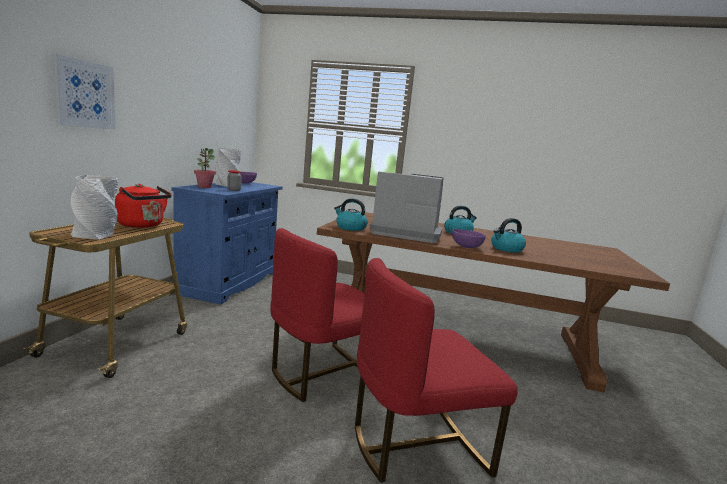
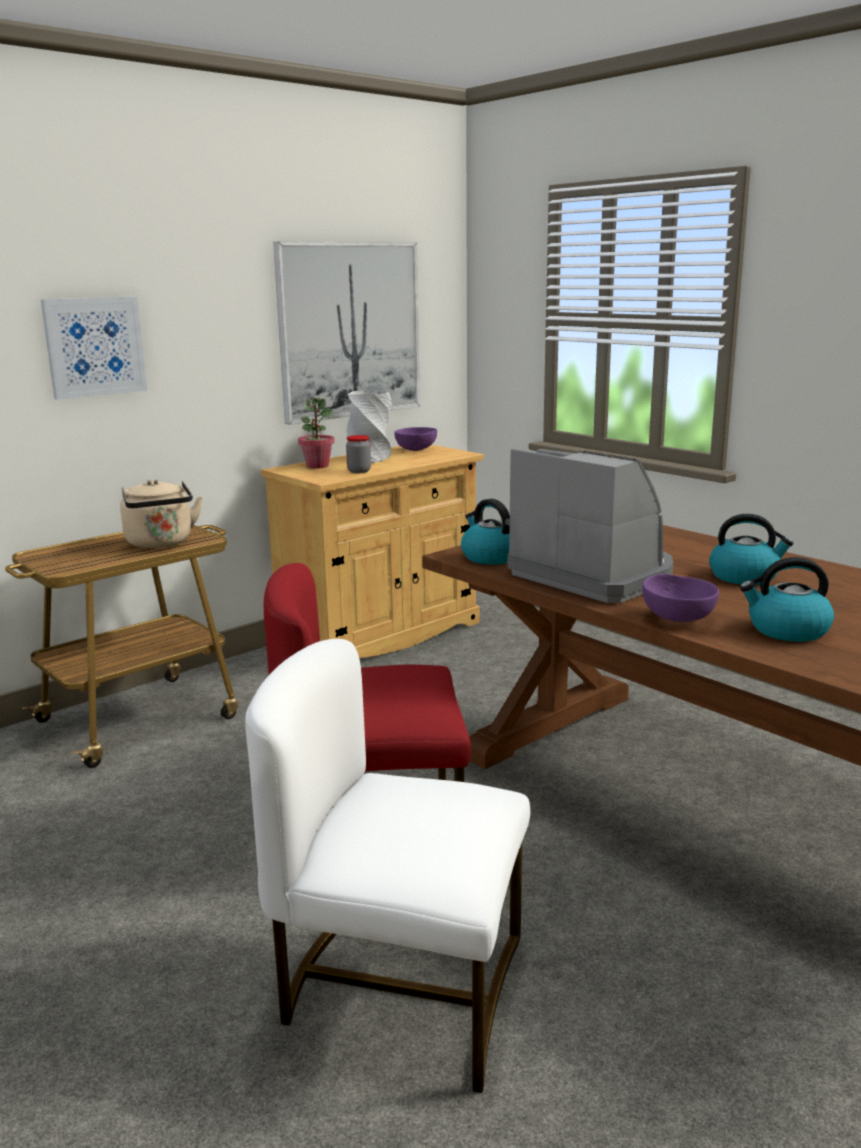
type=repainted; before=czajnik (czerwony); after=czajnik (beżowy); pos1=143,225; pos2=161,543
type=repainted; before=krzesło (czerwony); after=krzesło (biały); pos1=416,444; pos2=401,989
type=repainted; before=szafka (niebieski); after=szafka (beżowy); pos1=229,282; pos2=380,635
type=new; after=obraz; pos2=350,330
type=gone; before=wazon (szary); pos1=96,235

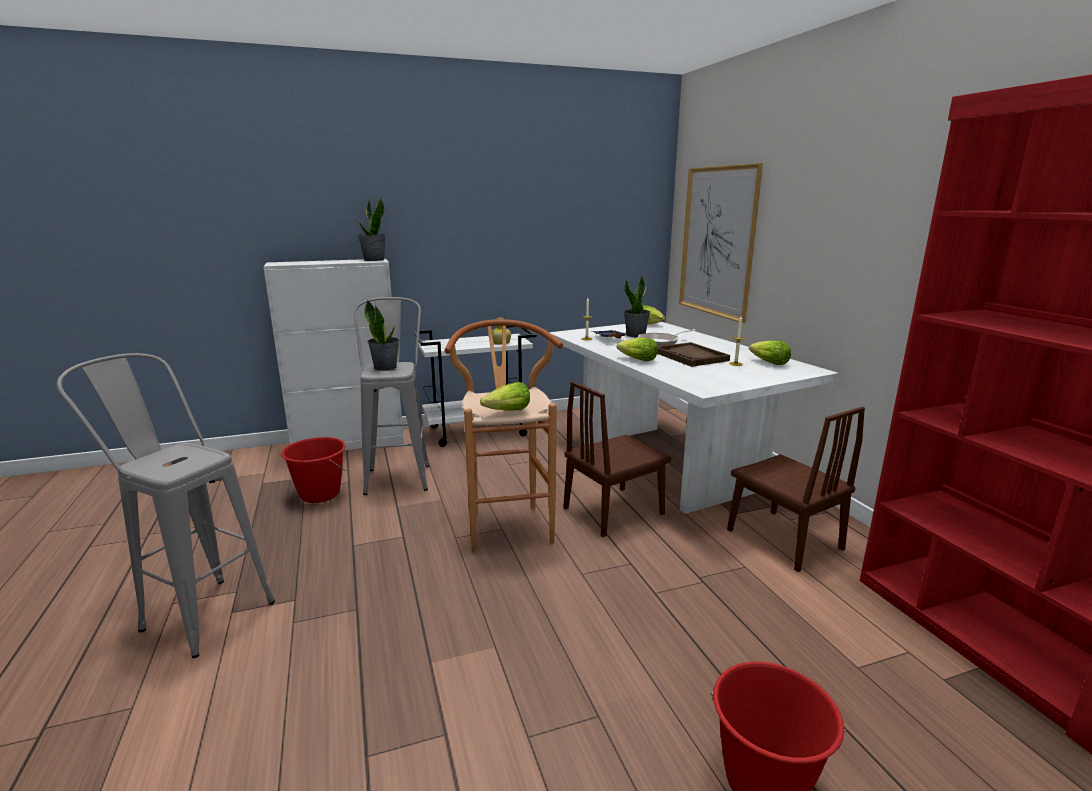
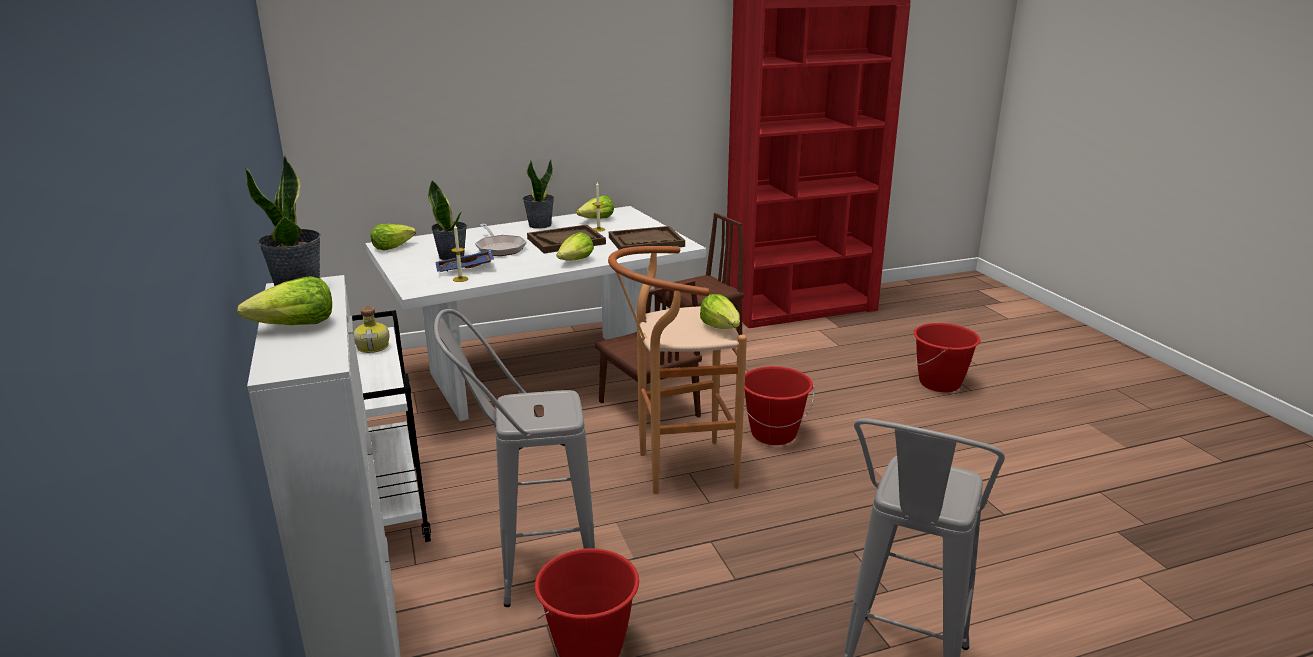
type=new; after=sałata; pos2=295,326
type=shifted; before=roślina doniczkowa; pos1=385,367; pos2=539,225
type=new; after=taca (brązowy); pos2=646,242
type=new; after=wiadro (czerwony); pos2=773,434
type=gone; before=obraz; pos1=717,242

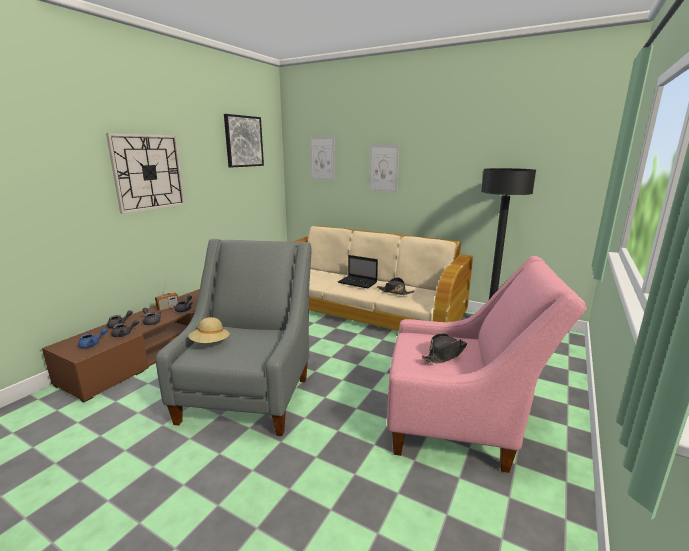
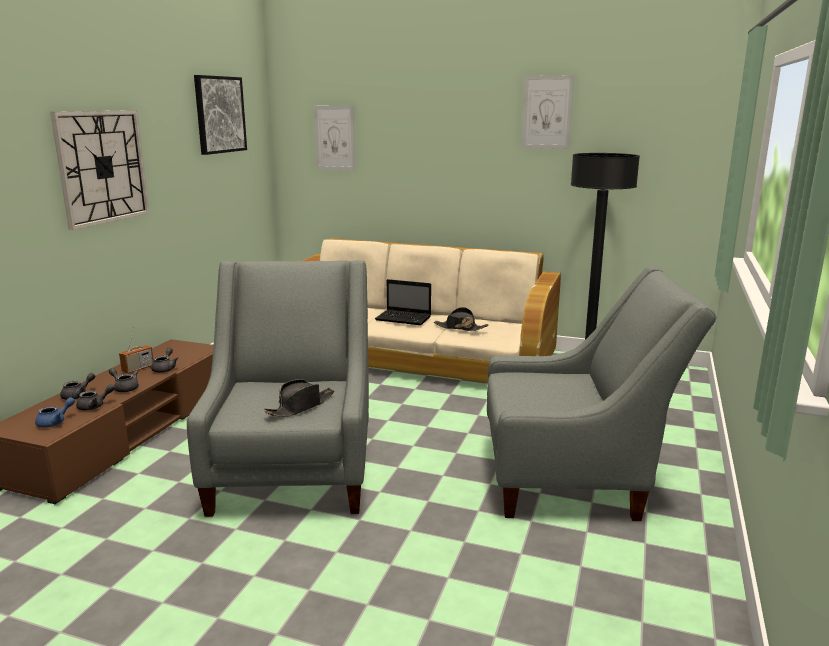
type=shifted; before=kapelusz (czarny); pos1=445,354; pos2=301,406
type=repainted; before=fotel (różowy); after=fotel (szary); pos1=460,423; pos2=575,479
type=shifted; before=obraz; pos1=383,168; pos2=547,112
type=gone; before=kapelusz (beżowy); pos1=210,343

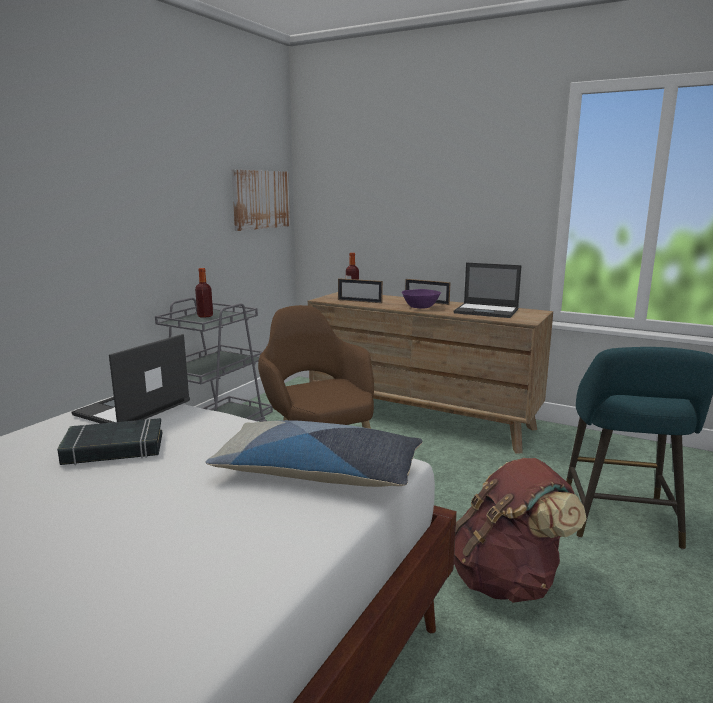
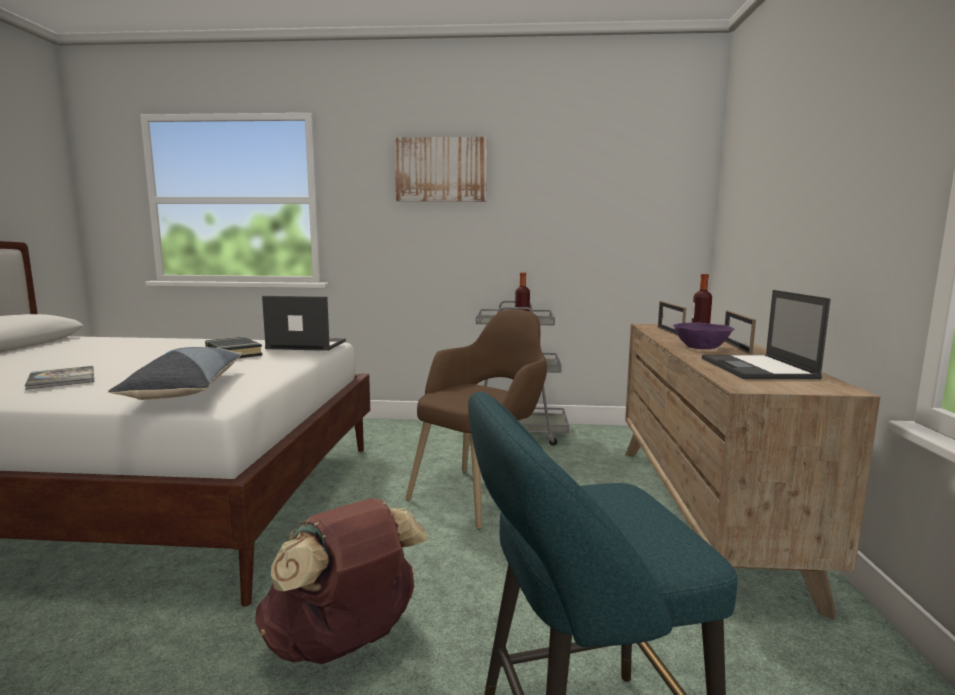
type=new; after=książka; pos2=62,379
type=shifted; before=obraz; pos1=260,199; pos2=441,170

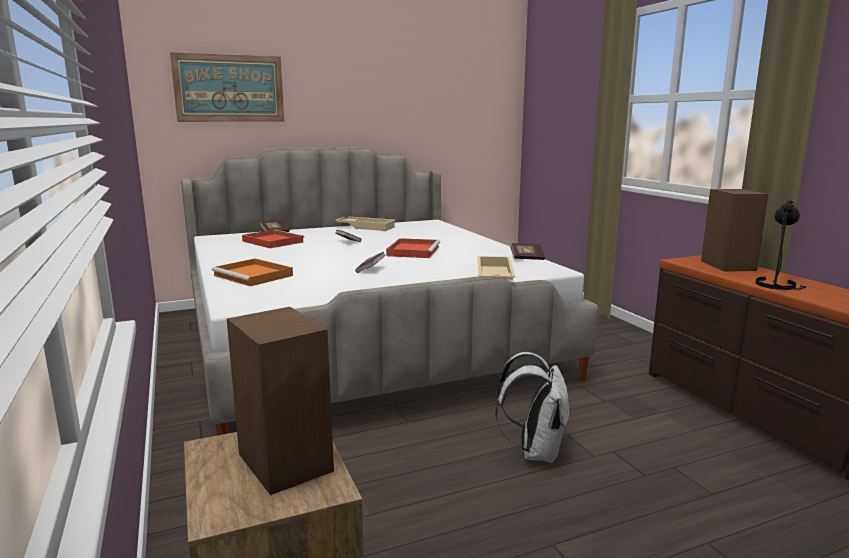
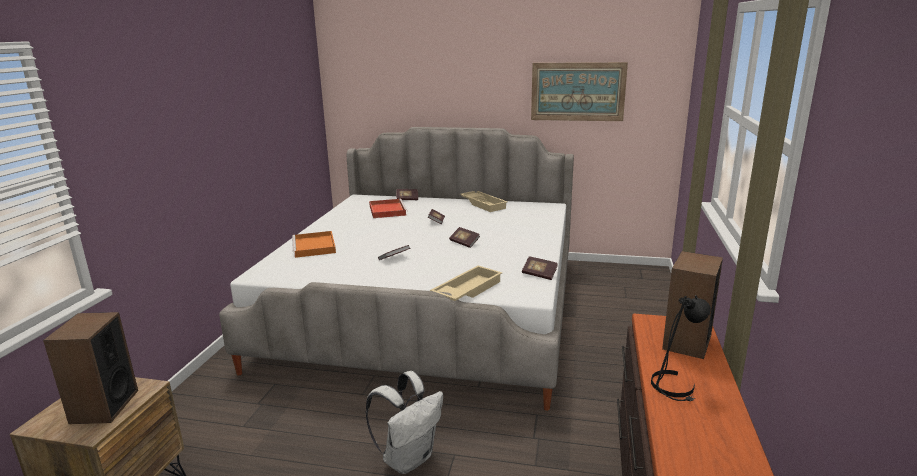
type=swapped; before=taca (czerwony); after=książka; pos1=413,251; pos2=464,243
type=shifted; before=obraz; pos1=229,88; pos2=577,91

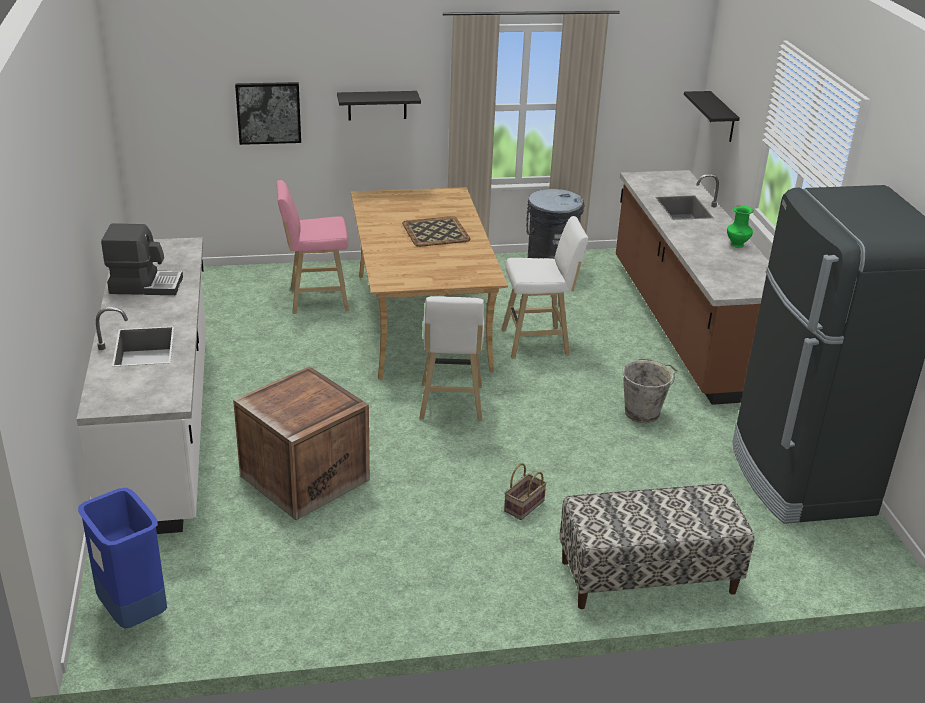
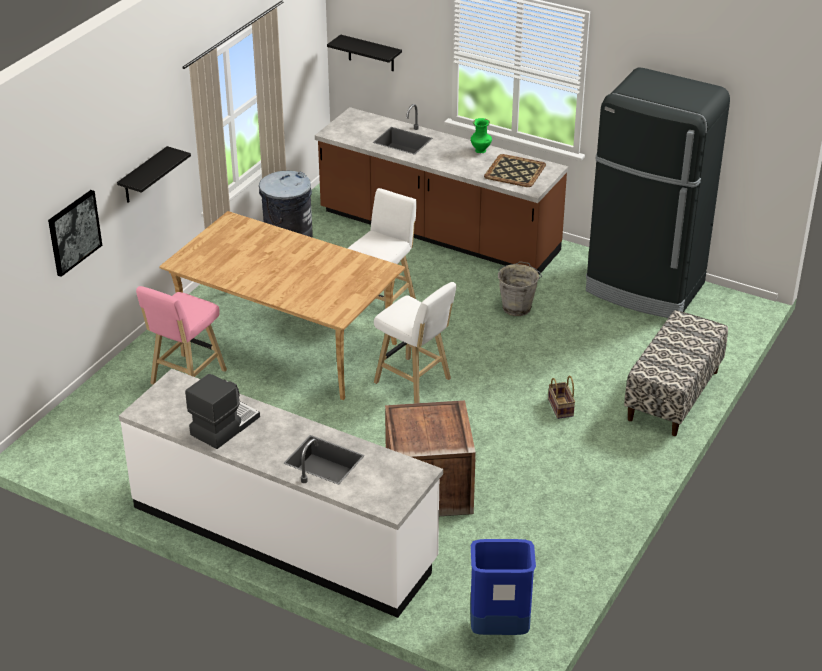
type=shifted; before=taca; pos1=435,232; pos2=515,171

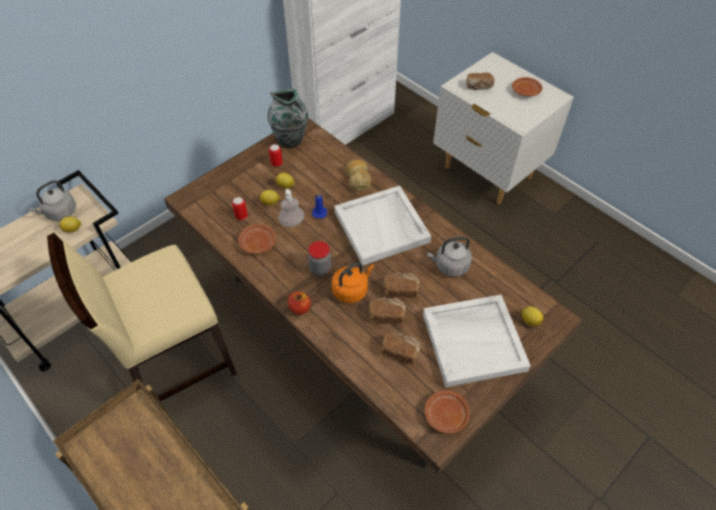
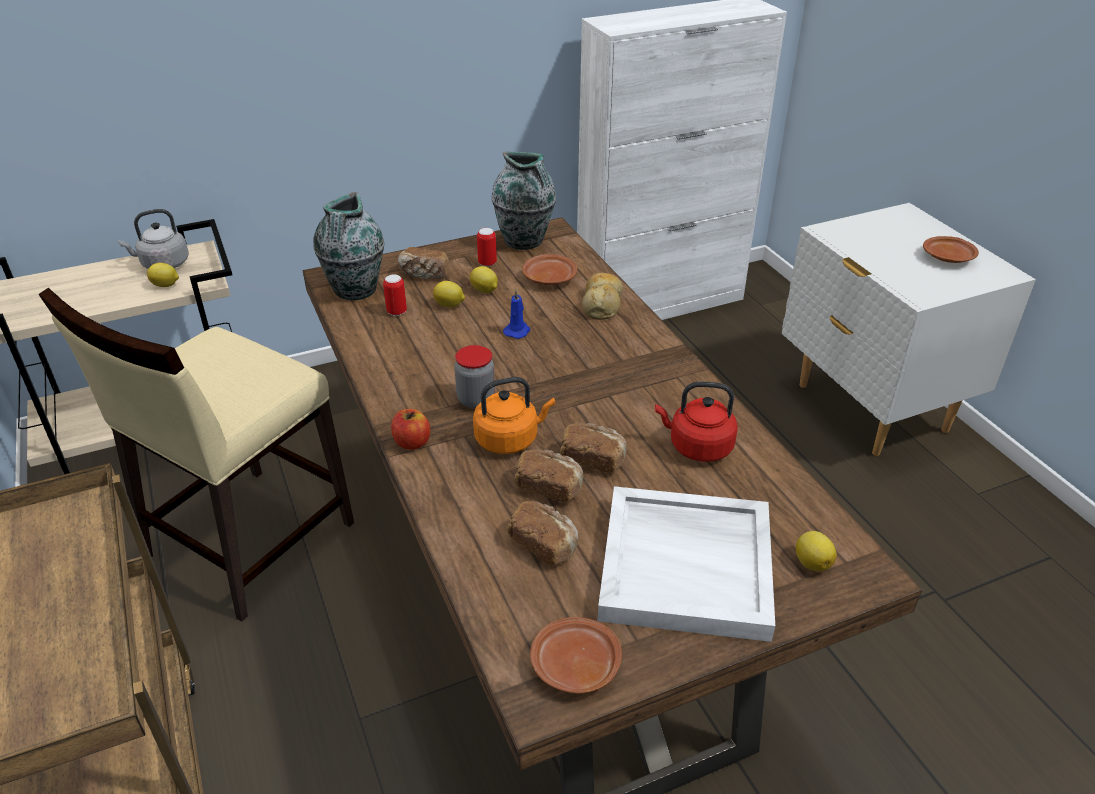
type=rotated; before=krzesło (beżowy); pos1=175,362; pos2=247,540; turn=-45
type=new; after=wazon; pos2=355,290
type=shifted; before=chleb; pos1=479,87; pos2=424,274
type=shifted; before=talerz (brązowy); pos1=257,243; pos2=549,278
type=repainted; before=czajnik (szary); after=czajnik (czerwony); pos1=450,266; pos2=697,447
type=gone; before=dozownik mydła; pos1=292,222
type=gone; before=taca (biały); pos1=382,227

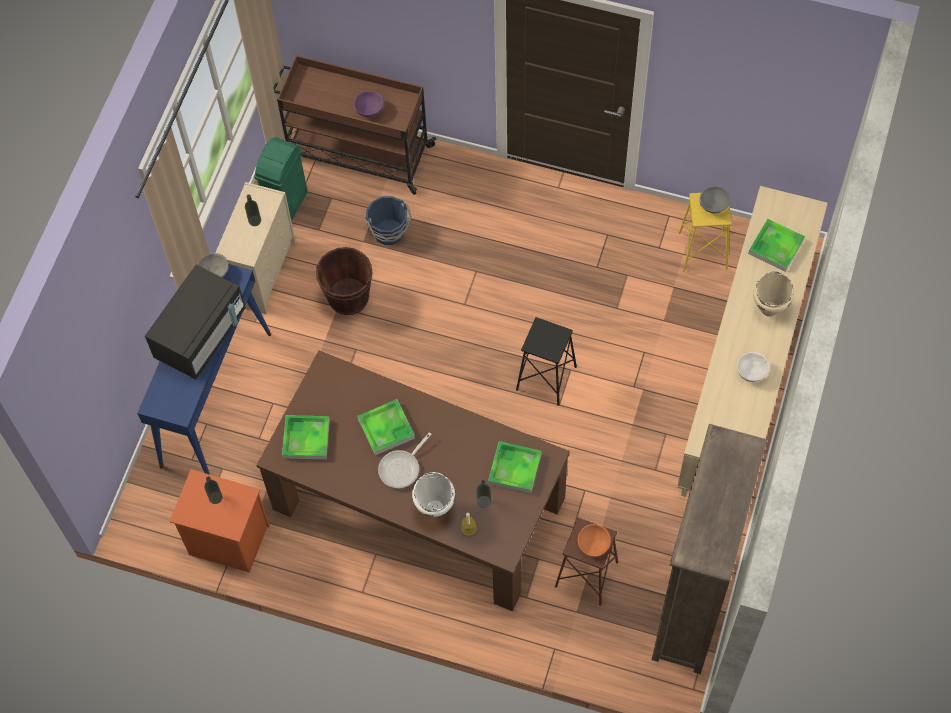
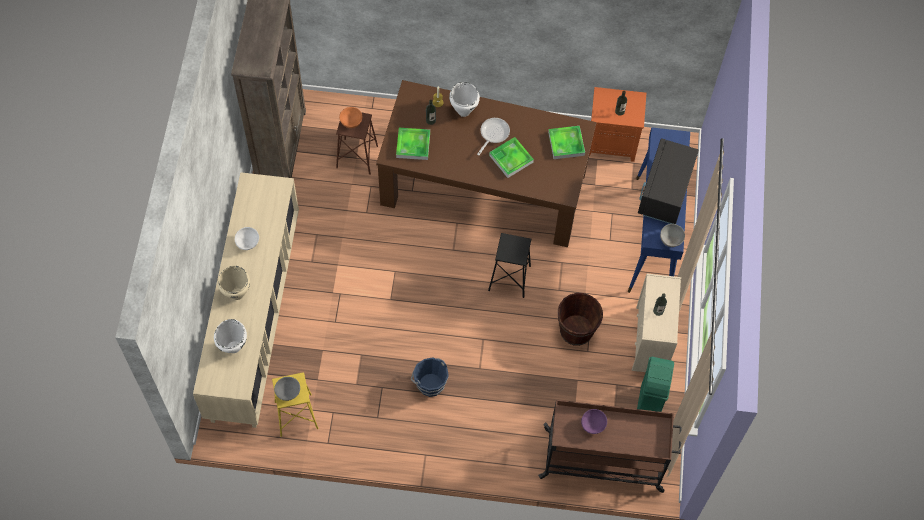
type=swapped; before=taca; after=garnek (biały); pos1=775,247; pos2=234,347
type=shifted; before=wiadro (niebieski); pos1=389,232; pos2=430,384
type=shifted; before=stołek (czarny); pos1=546,378; pos2=509,278

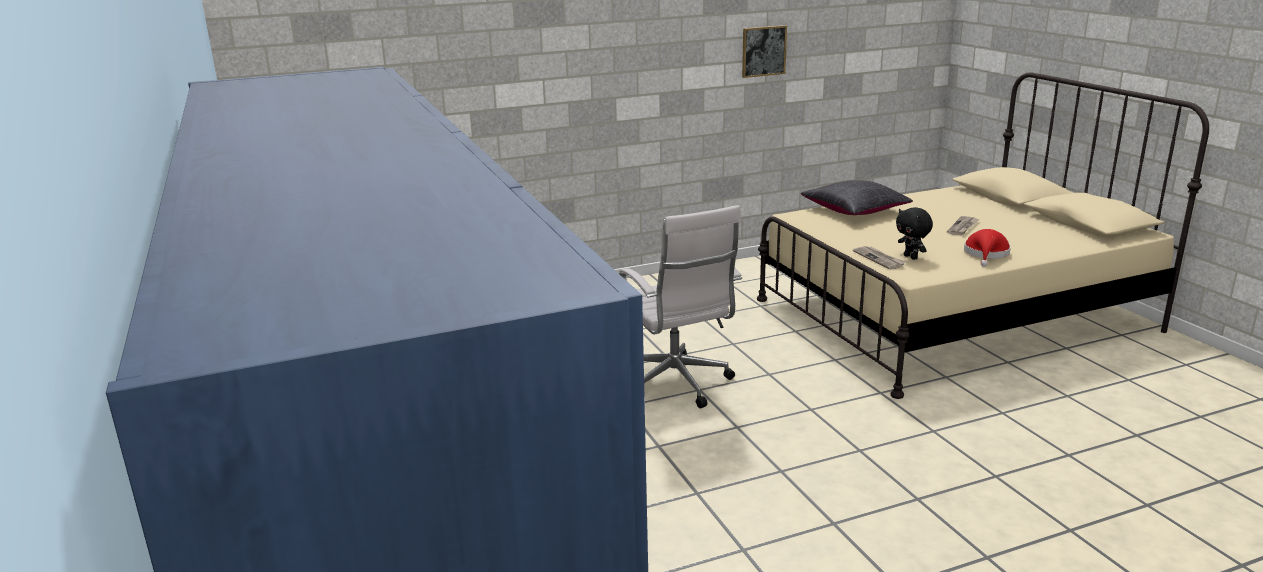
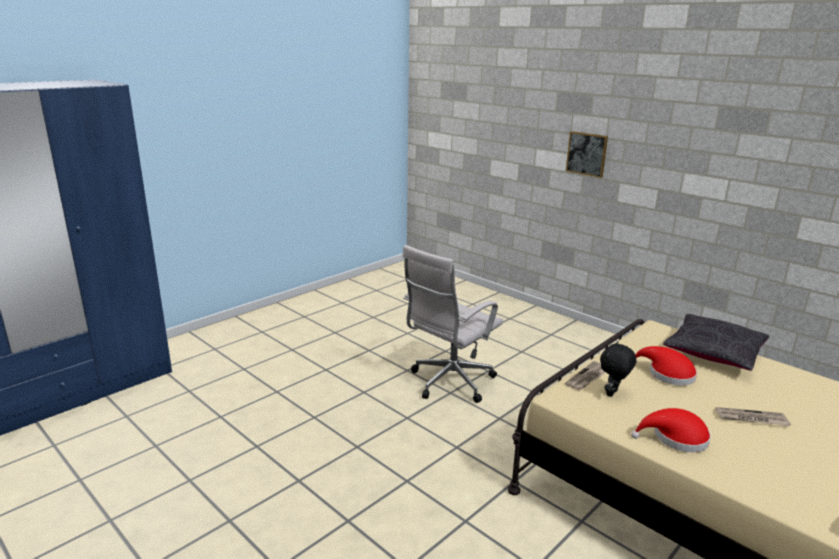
type=shifted; before=obraz; pos1=763,51; pos2=586,154
type=new; after=kapelusz (czerwony); pos2=667,374

